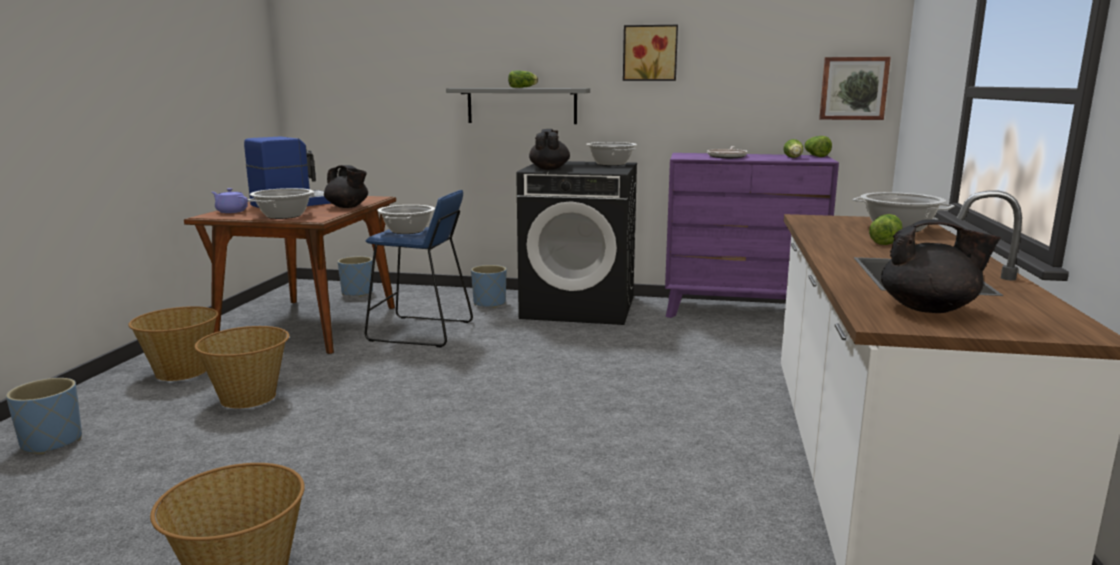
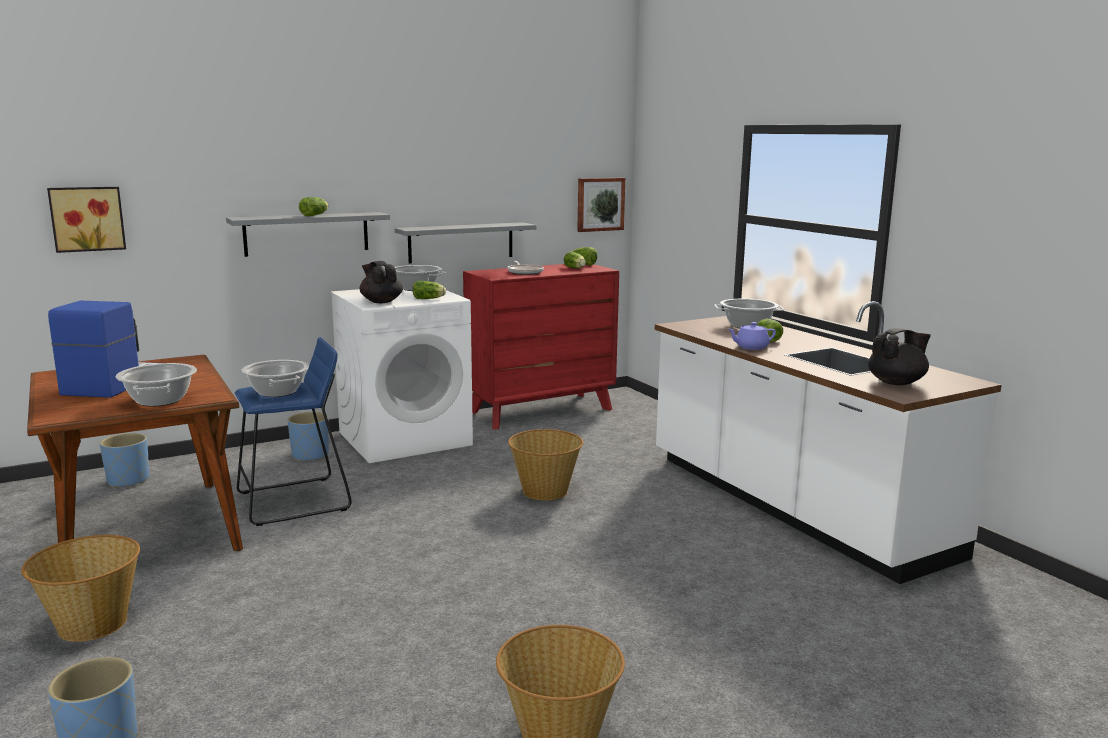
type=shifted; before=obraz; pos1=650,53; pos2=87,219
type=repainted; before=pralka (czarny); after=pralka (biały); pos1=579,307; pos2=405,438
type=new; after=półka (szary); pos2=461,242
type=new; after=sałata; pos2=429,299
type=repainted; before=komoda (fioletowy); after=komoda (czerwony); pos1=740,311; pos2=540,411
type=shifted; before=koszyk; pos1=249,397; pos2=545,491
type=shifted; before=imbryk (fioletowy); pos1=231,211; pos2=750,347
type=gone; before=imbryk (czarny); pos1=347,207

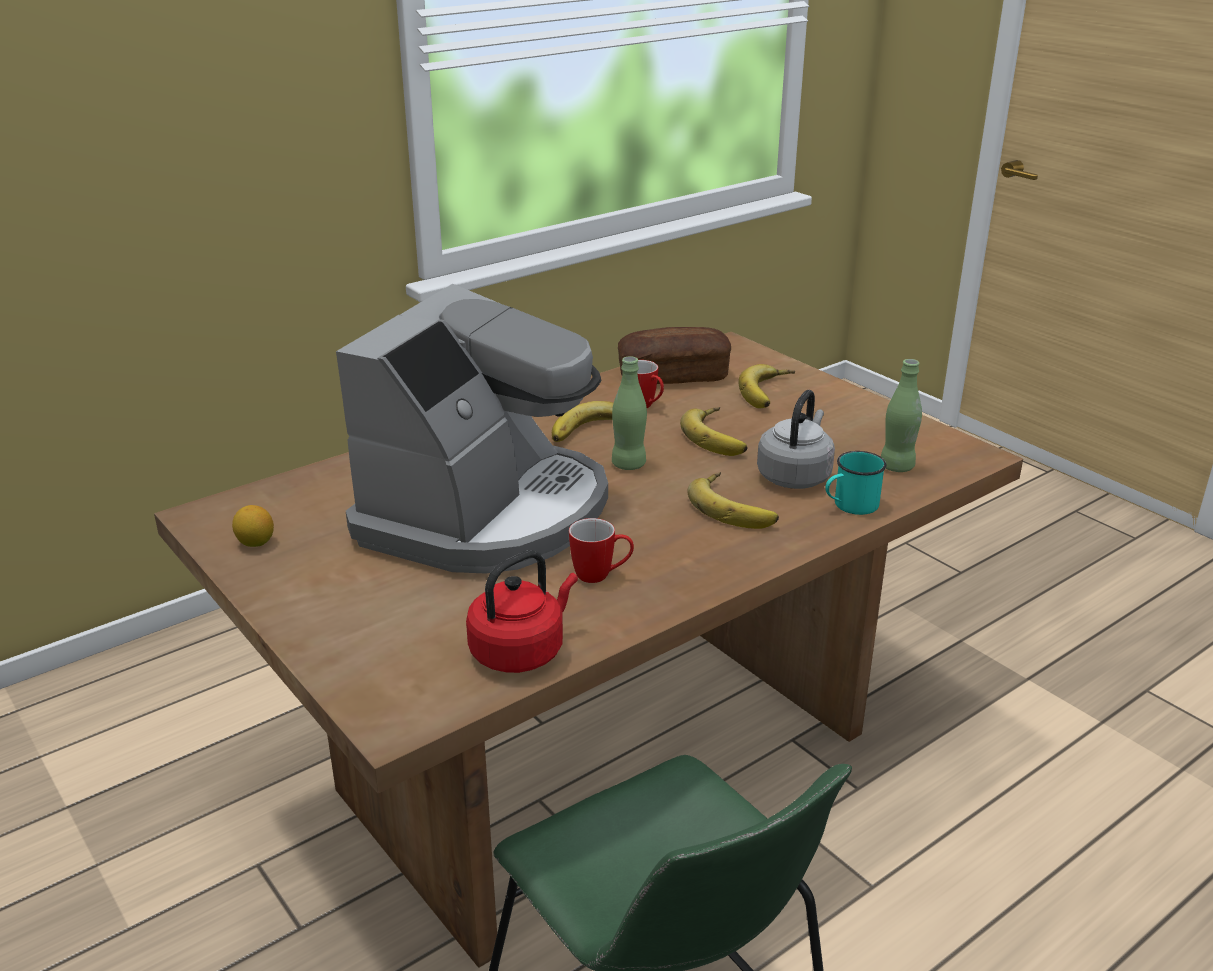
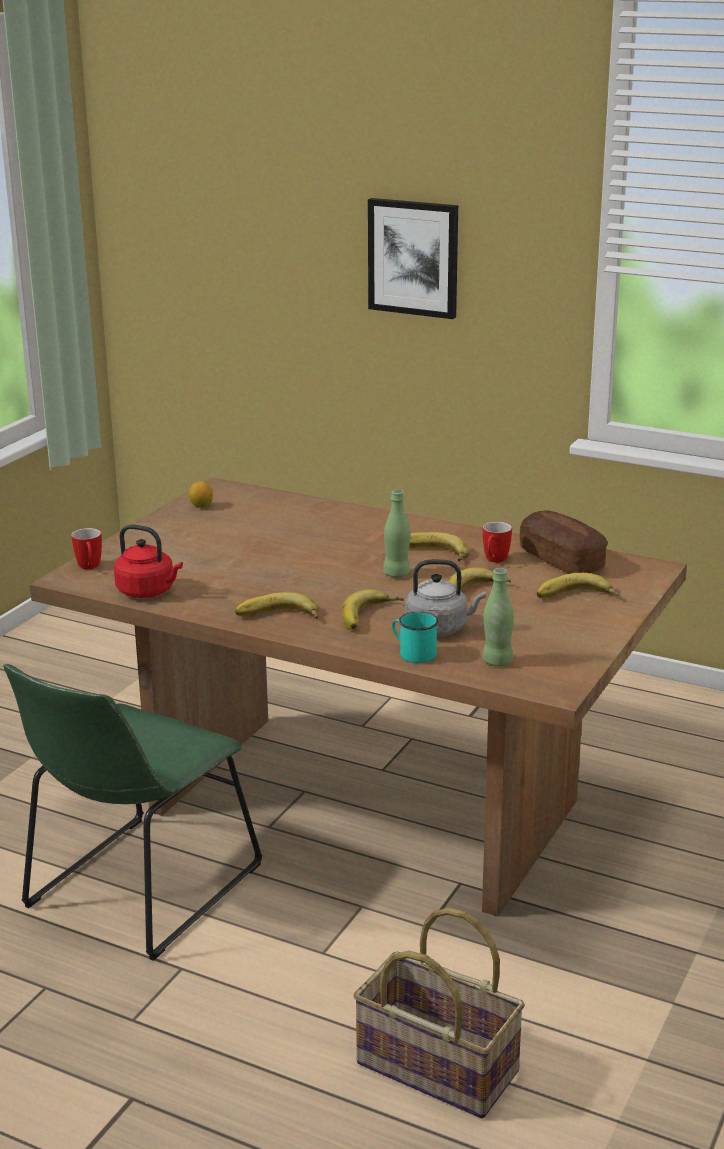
type=shifted; before=kubek; pos1=601,576; pos2=89,568
type=new; after=banan; pos2=278,617
type=new; after=koszyk; pos2=435,1069
type=new; after=obraz; pos2=413,257
type=gone; before=ekspres do kawy; pos1=487,513

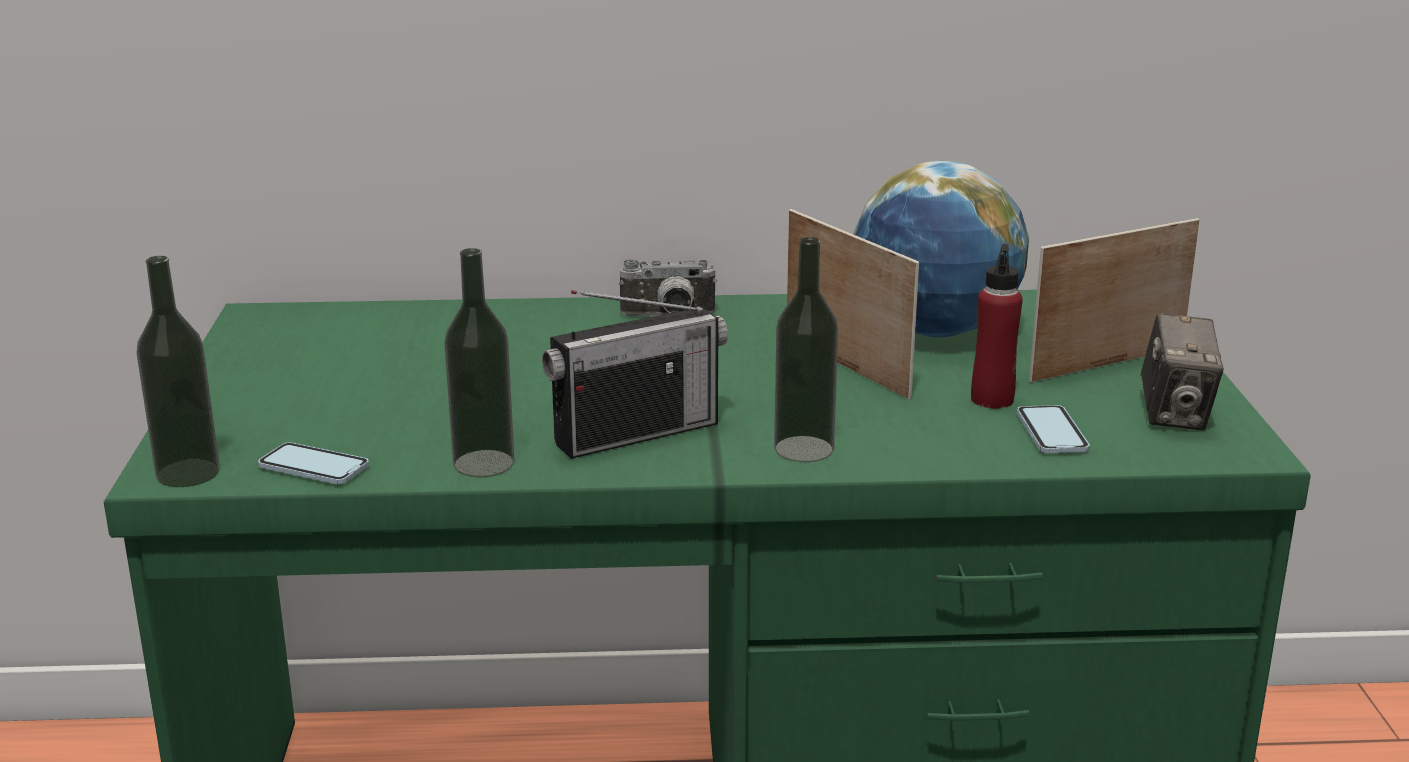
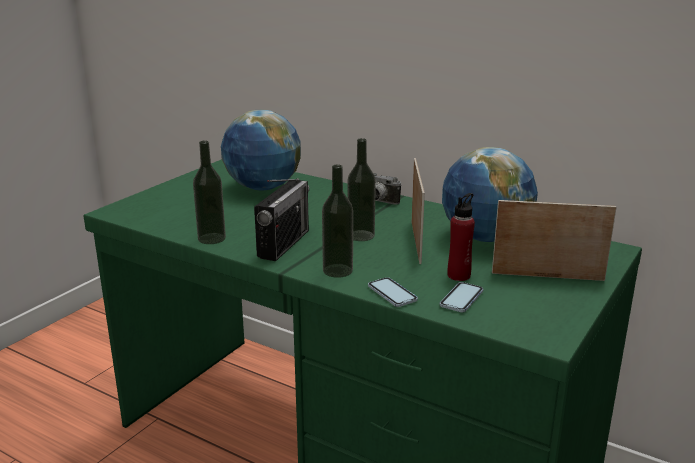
type=new; after=globus; pos2=263,188
type=rotated; before=radio; pos1=636,433; pos2=283,244; turn=-75
type=shifted; before=butelka; pos1=188,473; pos2=361,235
type=shifted; before=telefon; pos1=314,467; pos2=392,294
type=gone; before=aparat fotograficzny; pos1=1175,415

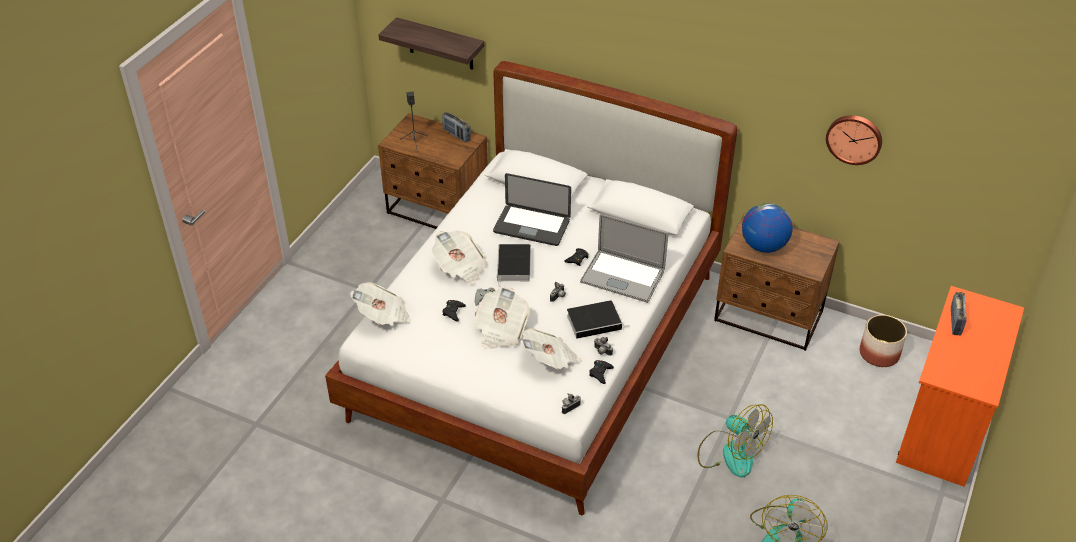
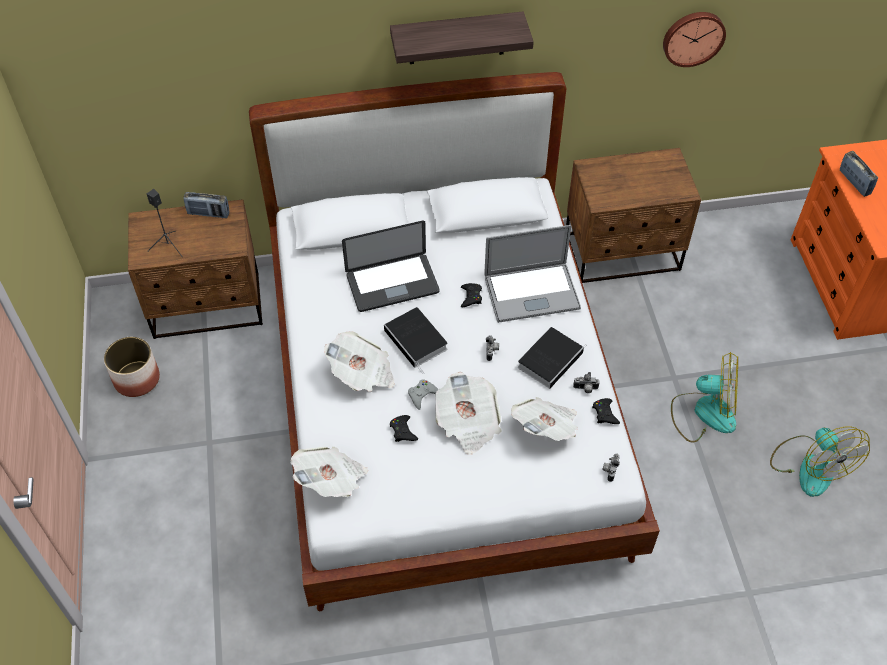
type=shifted; before=donica; pos1=878,353; pos2=136,379
type=shifted; before=półka; pos1=440,44; pos2=456,38
type=gone; before=globus; pos1=763,246

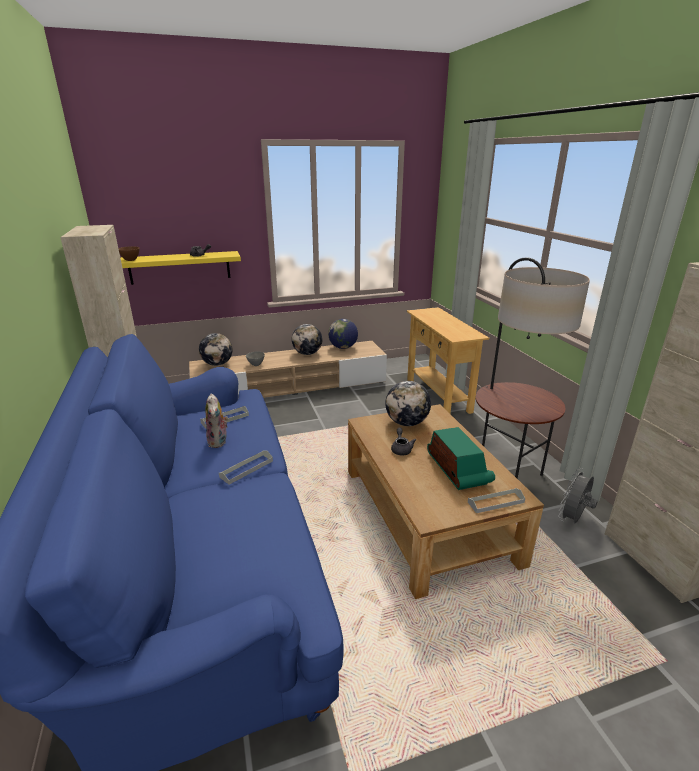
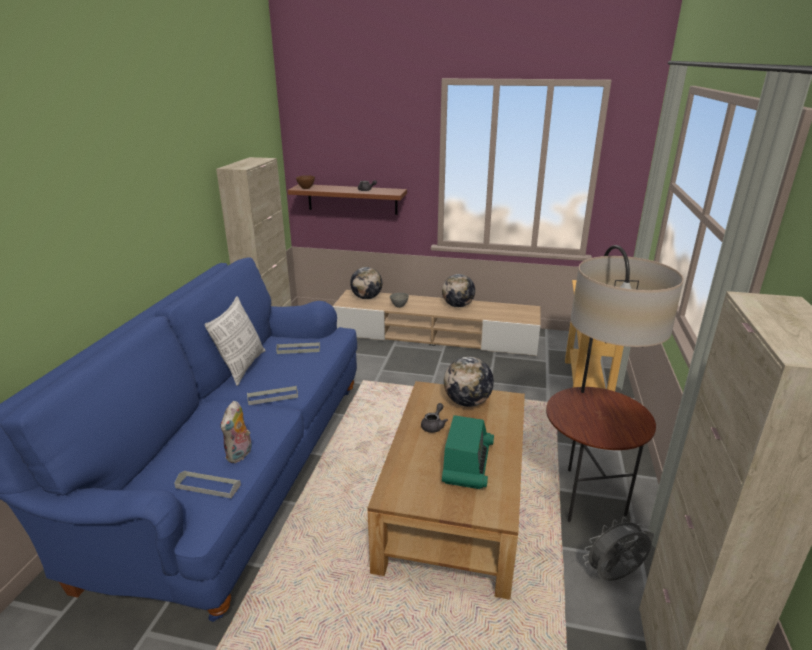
type=shifted; before=taca (szary); pos1=496,502; pos2=208,486
type=new; after=poduszka; pos2=242,367
type=shifted; before=pluszak; pos1=219,441; pos2=240,455
type=repainted; before=półka (żółty); after=półka (brązowy); pos1=180,267; pos2=352,199
type=gone; before=globus; pos1=343,347

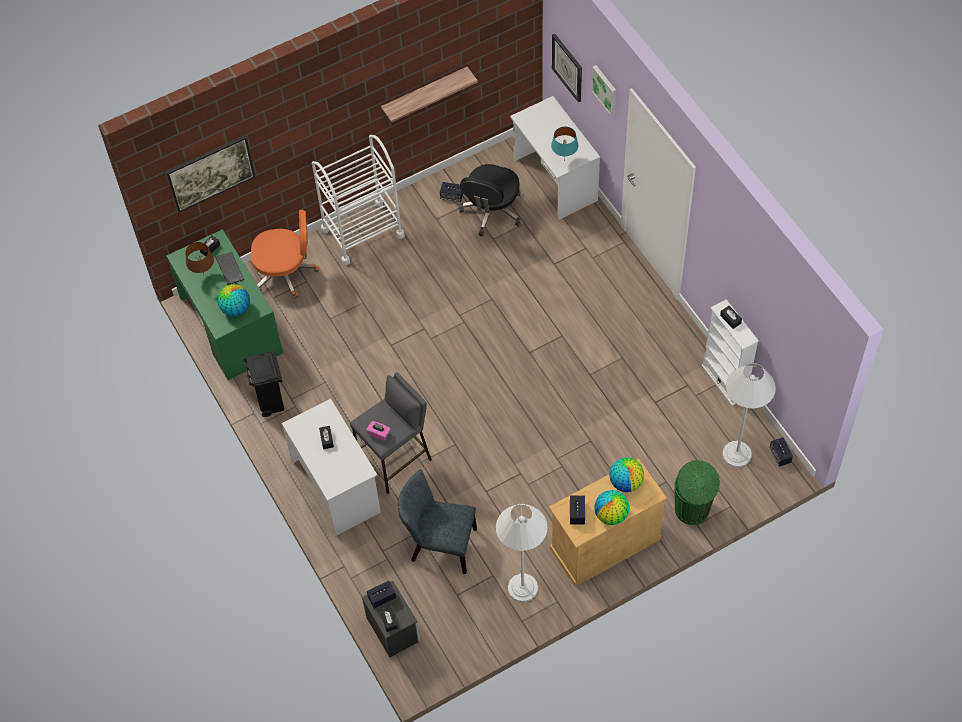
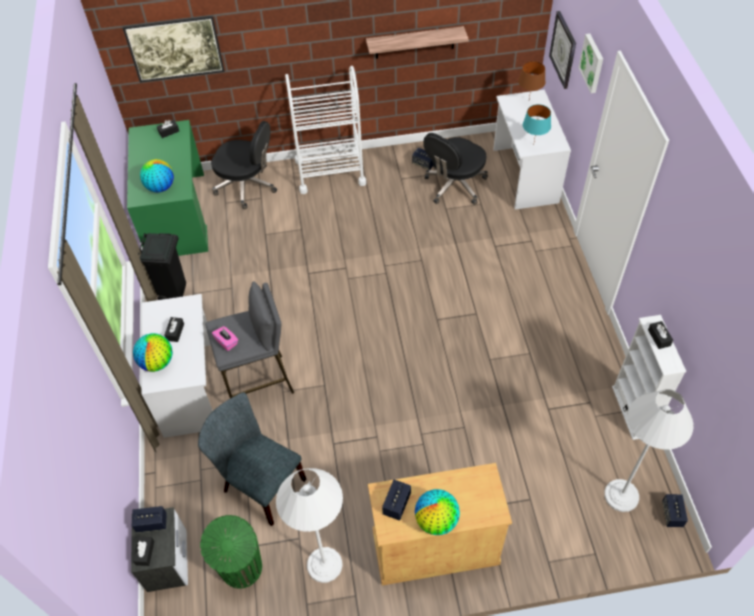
type=shifted; before=globus; pos1=626,482; pos2=157,362
type=shifted; before=kosz na śmieci (zielony); pos1=692,510; pos2=241,569
type=repainted; before=krzesło biurowe (pomarańczowy); after=krzesło biurowe (czarny); pos1=286,272; pos2=247,186
type=shifted; before=lampa stołowa (brązowy); pos1=204,275; pos2=529,101
type=gone; before=klawiatura; pos1=229,268

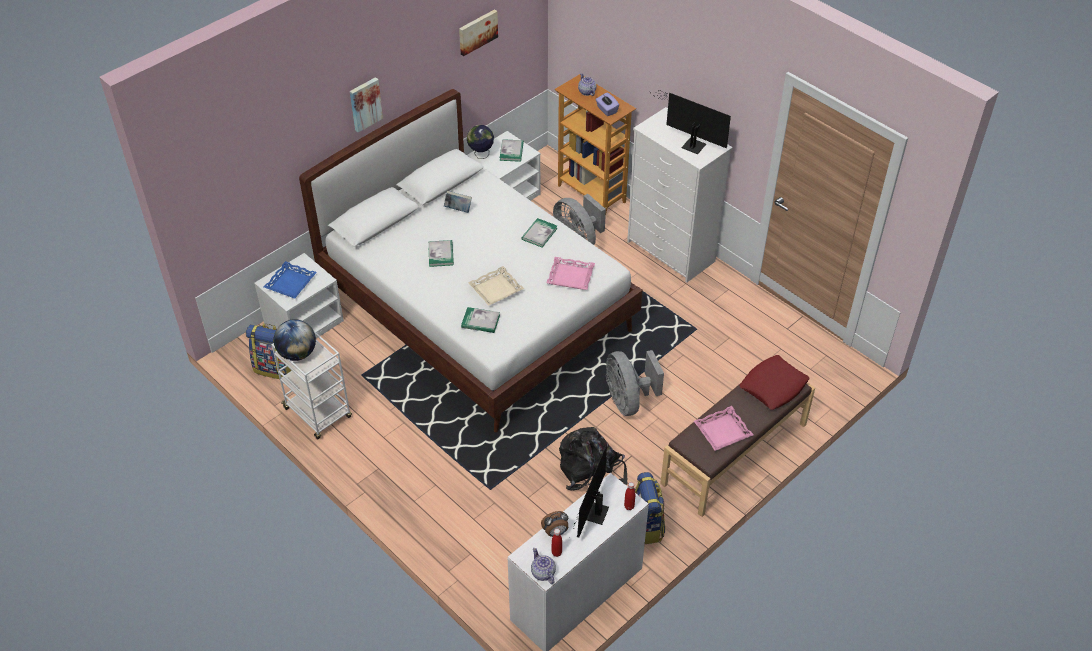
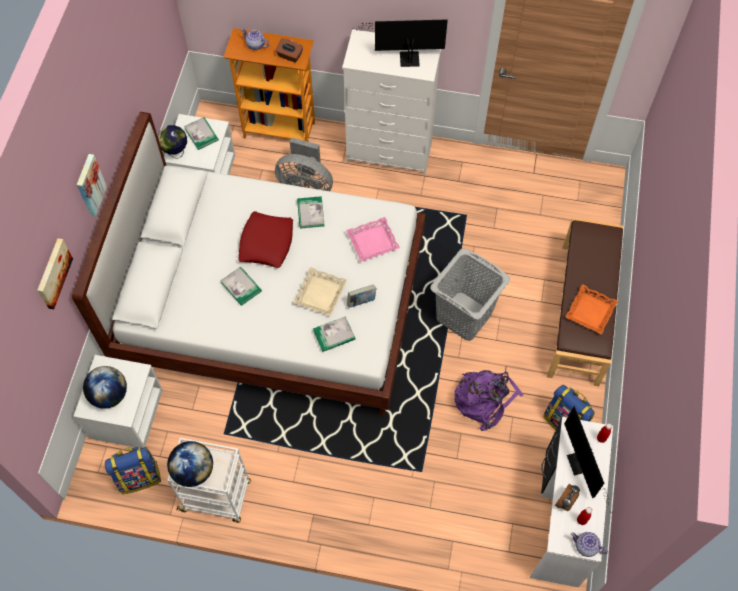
type=shifted; before=obraz; pos1=477,31; pos2=52,273
type=swapped; before=taca (niebieski); after=globus; pos1=290,283; pos2=109,395
type=shifted; before=poduszka (czerwony); pos1=773,386; pos2=266,242
type=repainted; before=pudełko chusteczek (fioletowy); after=pudełko chusteczek (brązowy); pos1=606,110; pos2=289,56
type=shifted; before=książka; pos1=458,209; pos2=361,301
type=swapped; before=wentylator (szary); after=kosz na pranie (szary); pos1=628,400; pos2=464,316
type=repainted; before=plecak (czarny); after=plecak (fioletowy); pos1=590,469; pos2=484,399
type=repainted; before=taca (różowy); after=taca (pomarańczowy); pos1=723,432; pos2=591,311

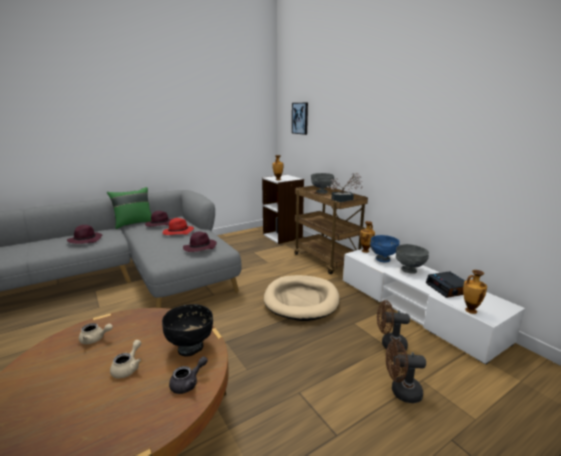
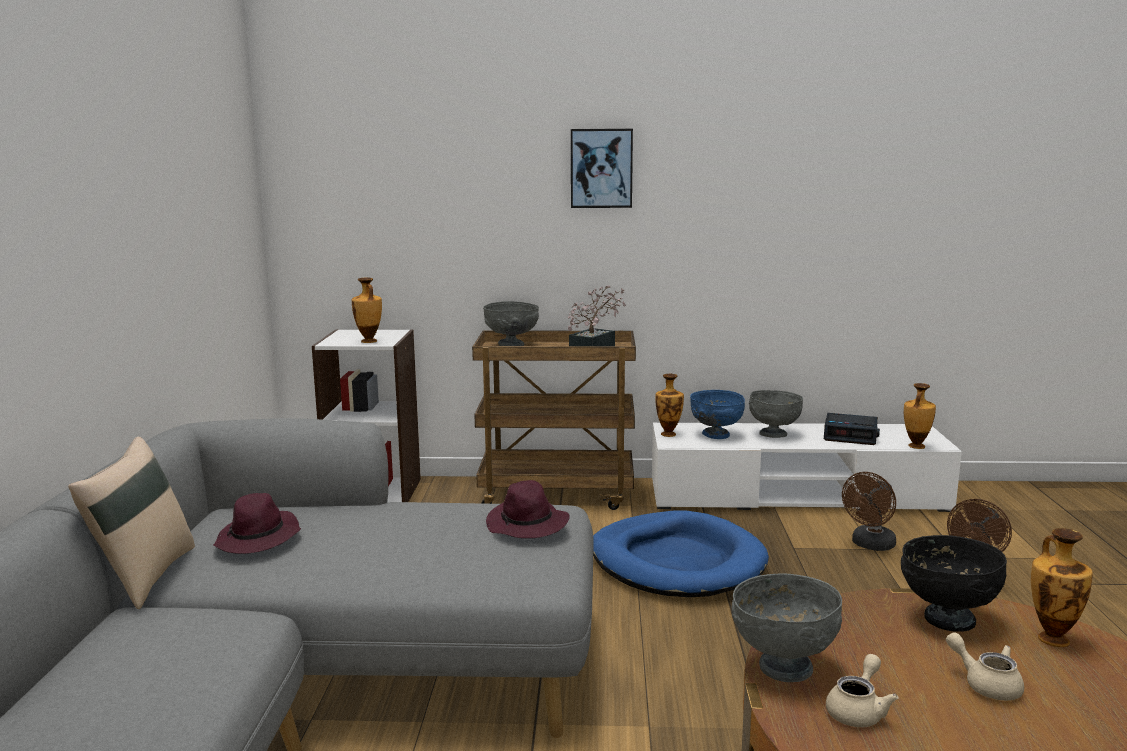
type=repainted; before=poduszka (zielony); after=poduszka (beżowy); pos1=134,223; pos2=144,576
type=shifted; before=obraz; pos1=300,118; pos2=601,168
type=repainted; before=legowisko (beżowy); after=legowisko (niebieski); pos1=301,300; pos2=677,562
type=new; after=miska (szary); pos2=784,667
type=swapped; before=imbryk (szary); after=wazon; pos1=188,383; pos2=1052,638
type=gone; before=kapelusz (fioletowy); pos1=85,239
type=gone; before=kapelusz (czerwony); pos1=178,232

